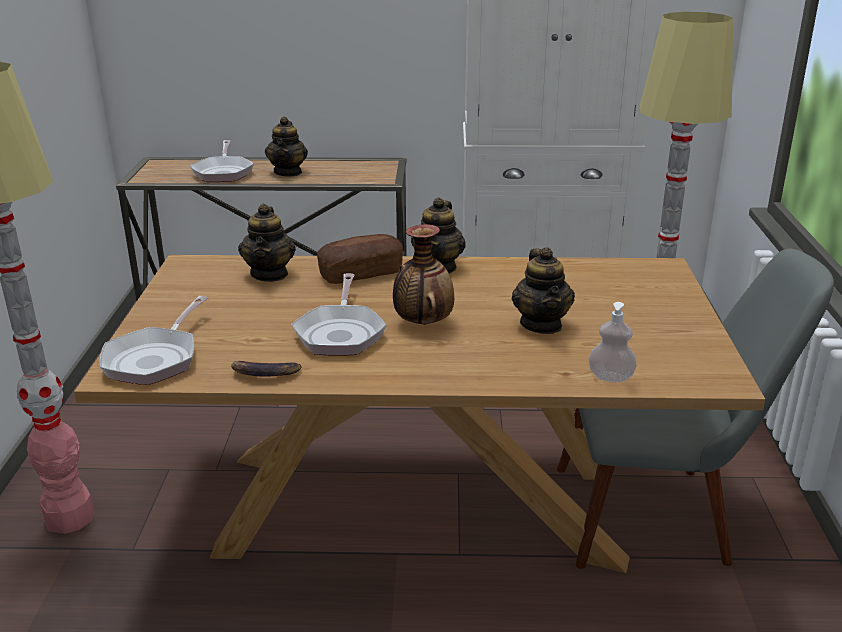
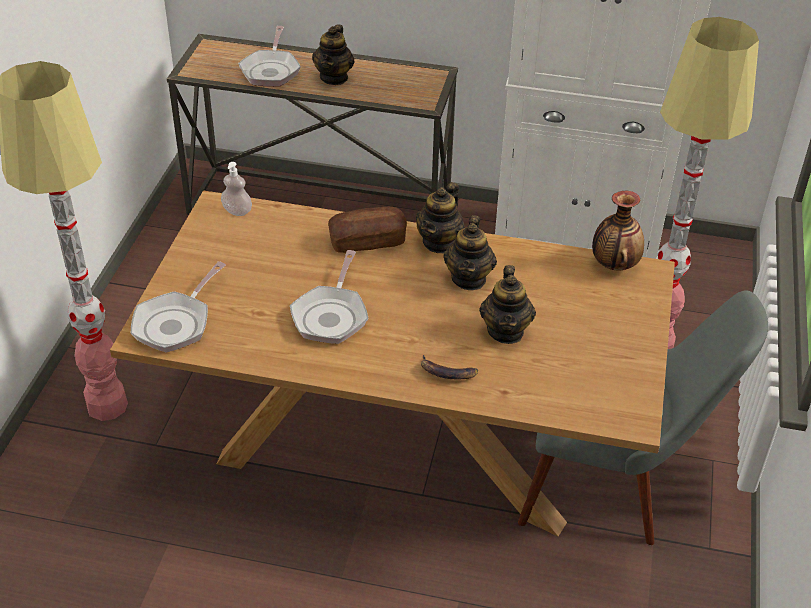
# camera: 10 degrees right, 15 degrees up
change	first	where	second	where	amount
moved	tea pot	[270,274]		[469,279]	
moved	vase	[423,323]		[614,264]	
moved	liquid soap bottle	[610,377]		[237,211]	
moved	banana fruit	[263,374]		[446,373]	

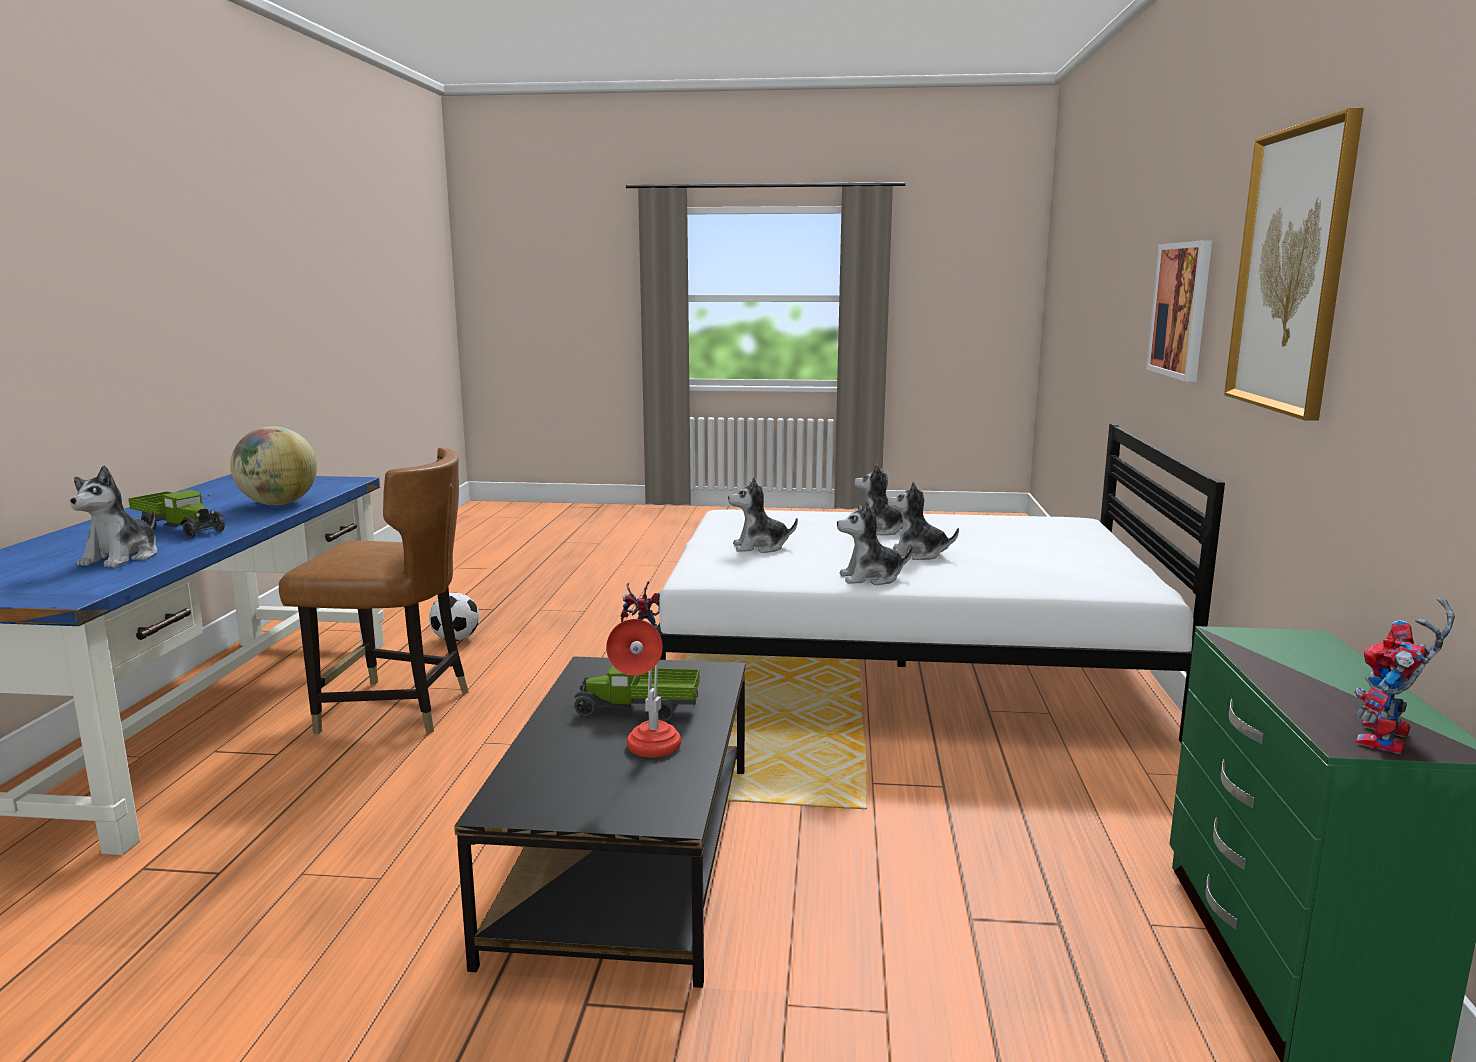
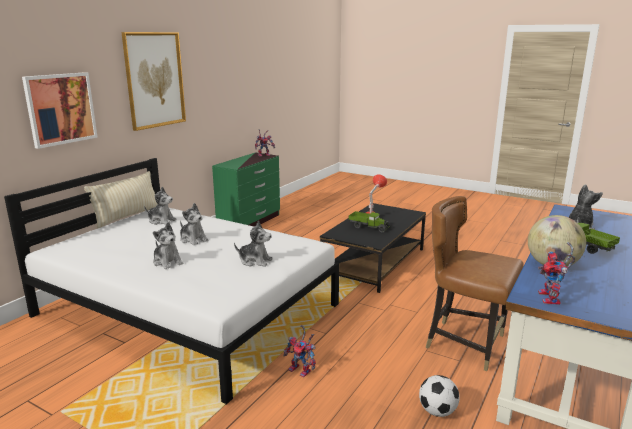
# camera: 155 degrees left, 5 degrees up
change	first	where	second	where	amount
moved	plush toy	[871,578]		[161,221]	
added			beige-coloured cushion	[128,217]	
added			toy robot	[552,299]	

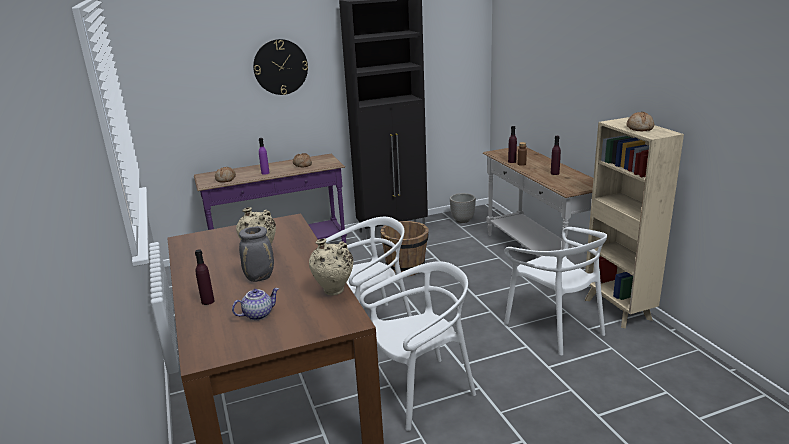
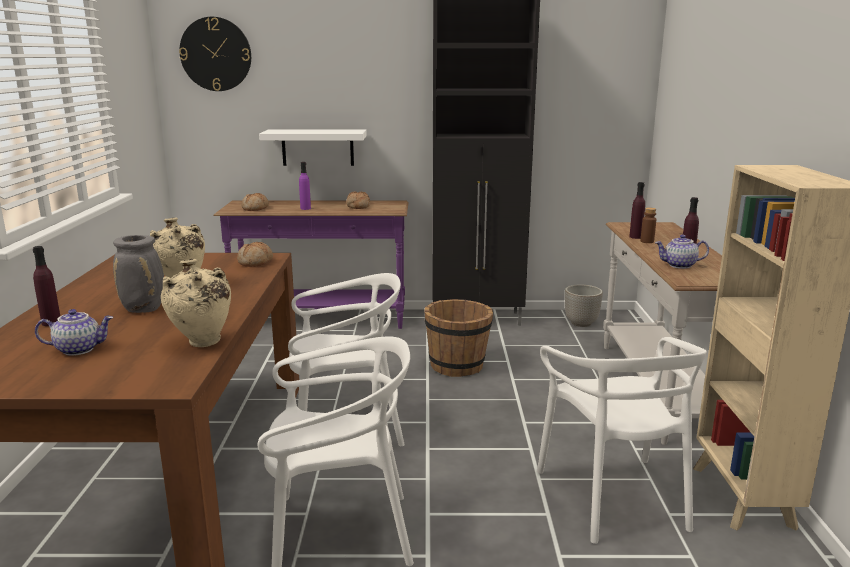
# camera: 20 degrees right, 5 degrees down
change	first	where	second	where	amount
moved	hanging clock	[280,67]		[216,54]	
moved	bread	[640,128]		[256,262]	
added			whitish shelf	[317,147]	
added			tea pot	[679,265]	

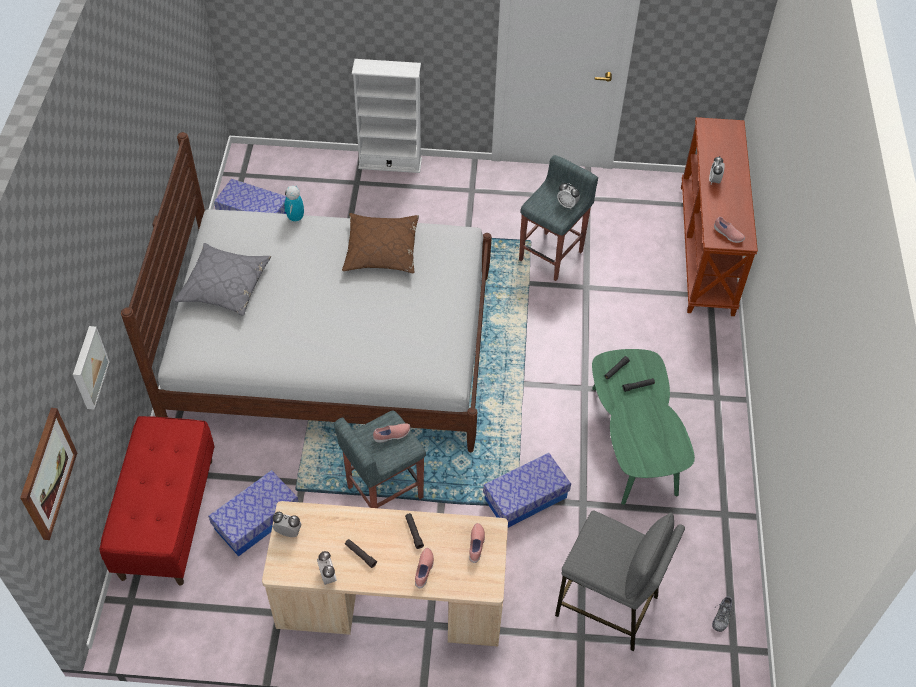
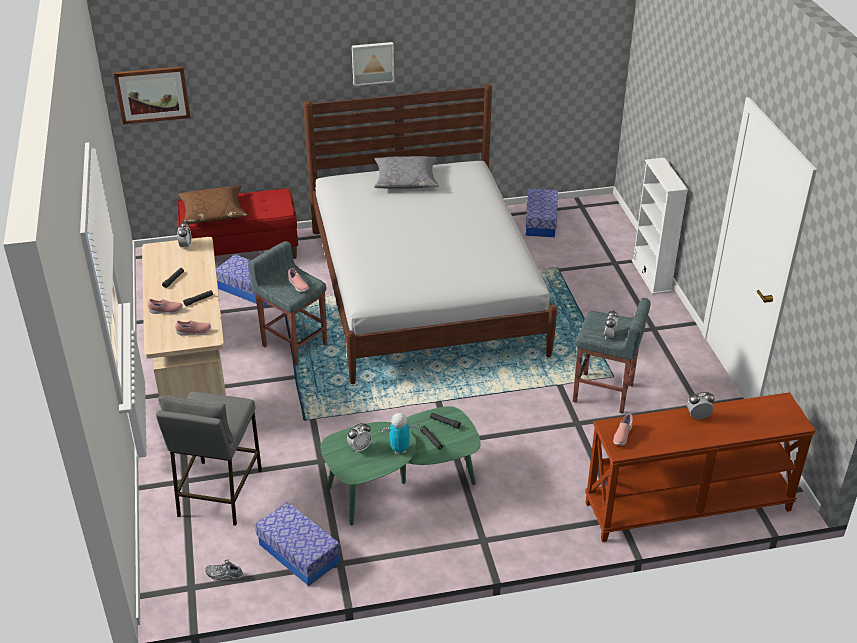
# camera: 75 degrees right, 15 degrees down
change	first	where	second	where	amount
moved	toy robot	[295,218]		[399,449]	
moved	brownish cushion	[381,250]		[213,212]	
moved	wall art	[88,367]		[372,63]	
moved	storage box	[525,498]		[298,553]	
moved	bedside clock	[328,576]		[359,448]	

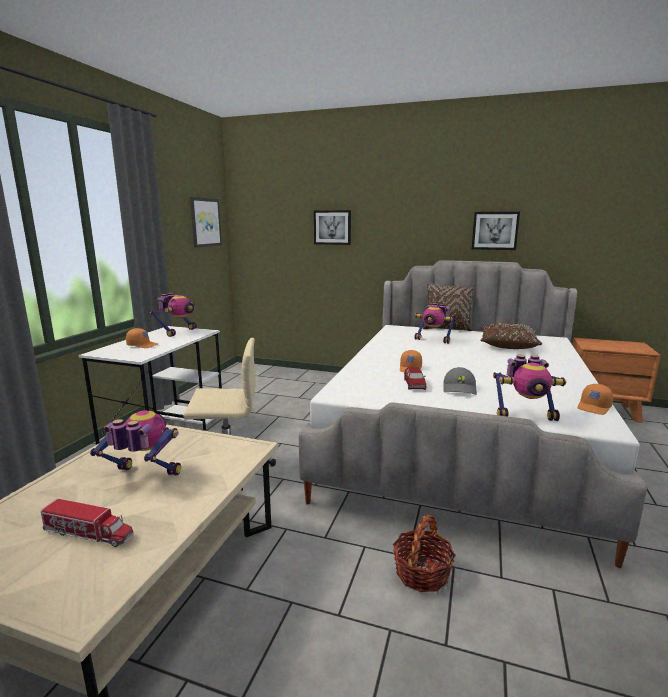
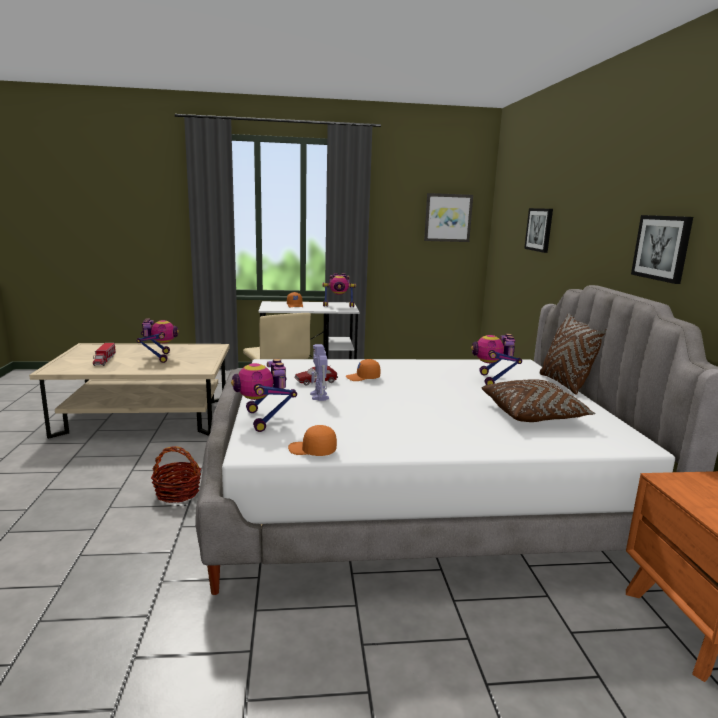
# camera: 65 degrees right, 0 degrees up
change	first	where	second	where	amount
replaced	grey baseball cap	[460,389]	toy robot	[319,396]	

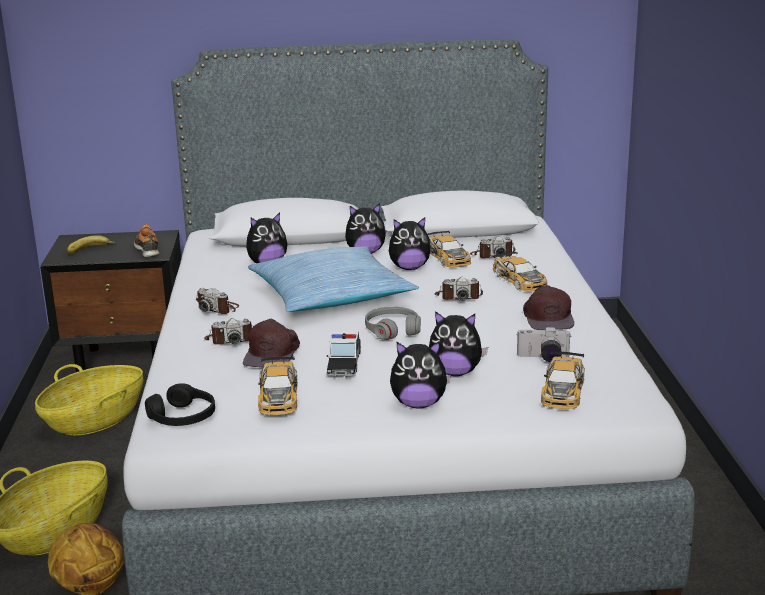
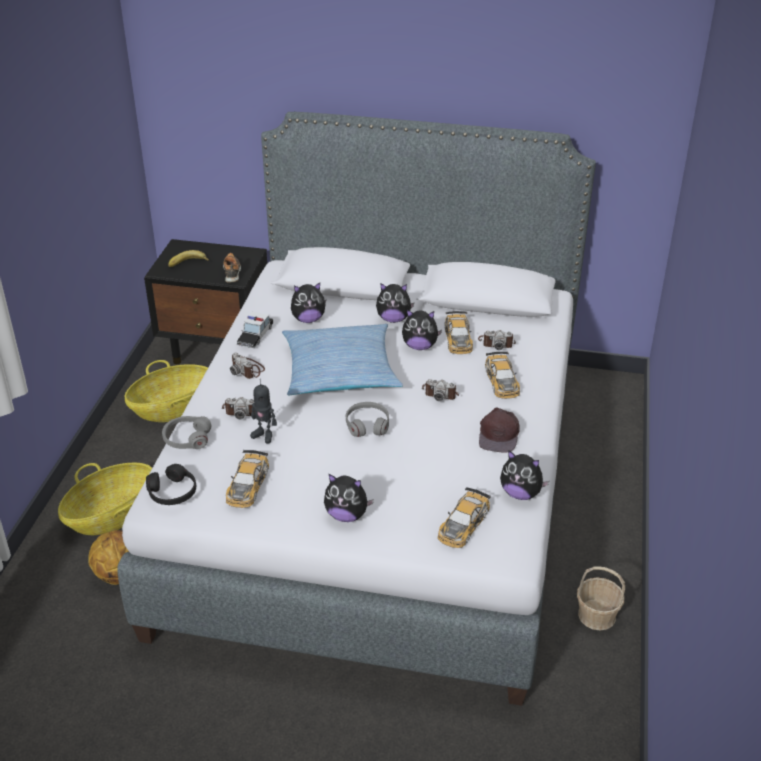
# camera: 15 degrees right, 15 degrees up
change	first	where	second	where	amount
moved	plush toy	[455,372]		[521,493]	
replaced	brownish baseball cap	[273,353]	toy robot	[264,435]	
removed	photo camera	[543,358]			
moved	model car	[344,363]		[255,336]	
added			grey headphones	[187,438]	
added			basket	[596,615]	

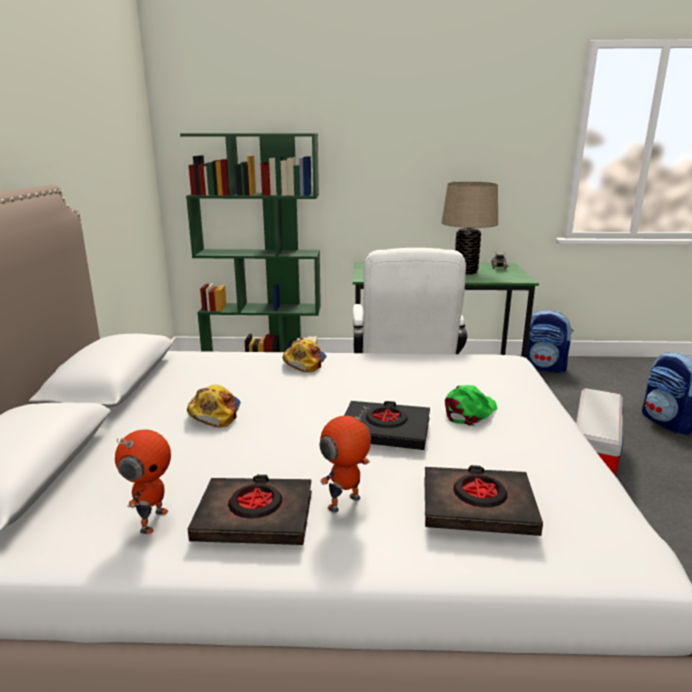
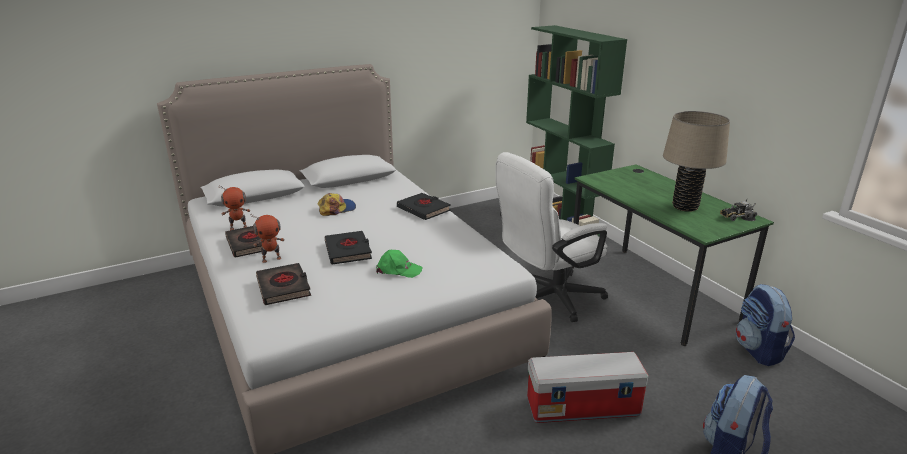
# camera: 60 degrees right, 5 degrees up
change	first	where	second	where	amount
replaced	baseball cap	[304,362]	blackish bound book	[423,209]	
turned	toy robot	[345,504]		[271,259]	135 degrees clockwise

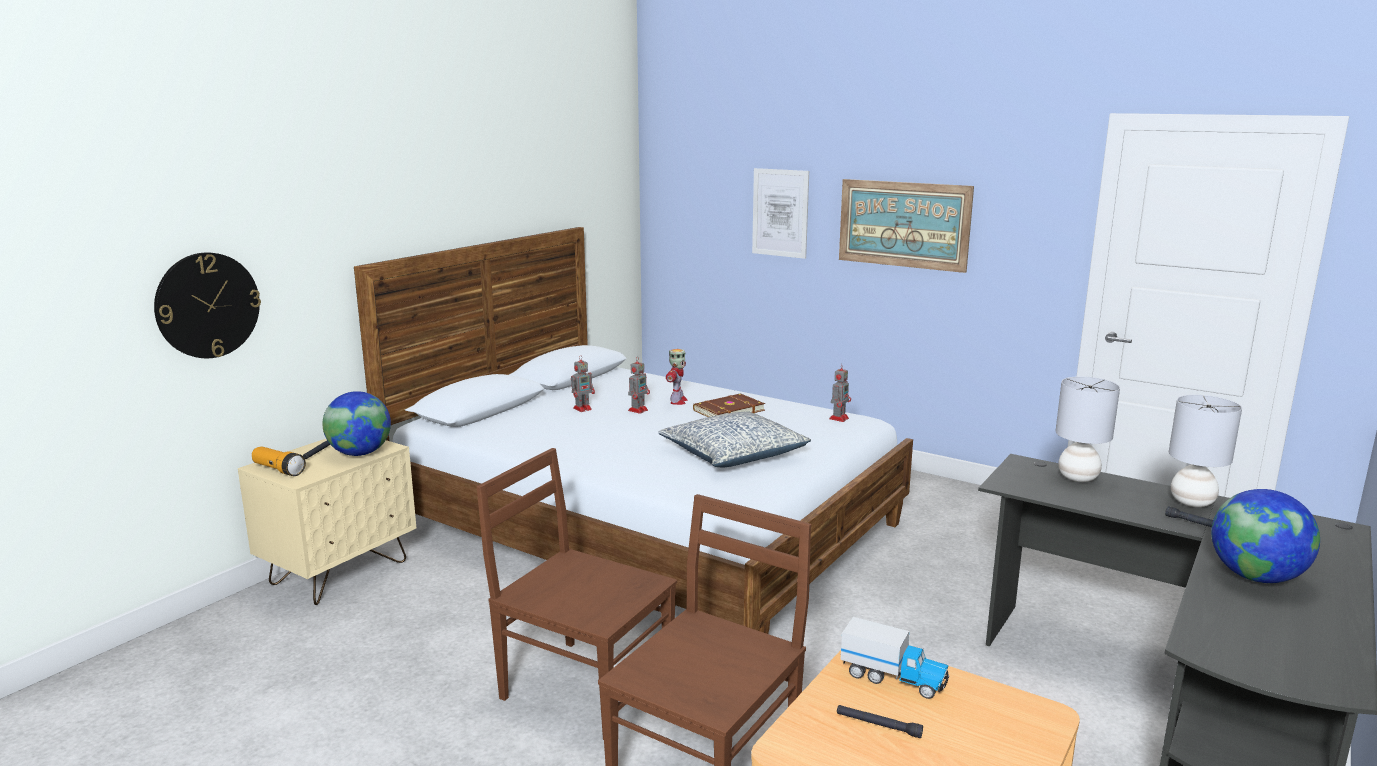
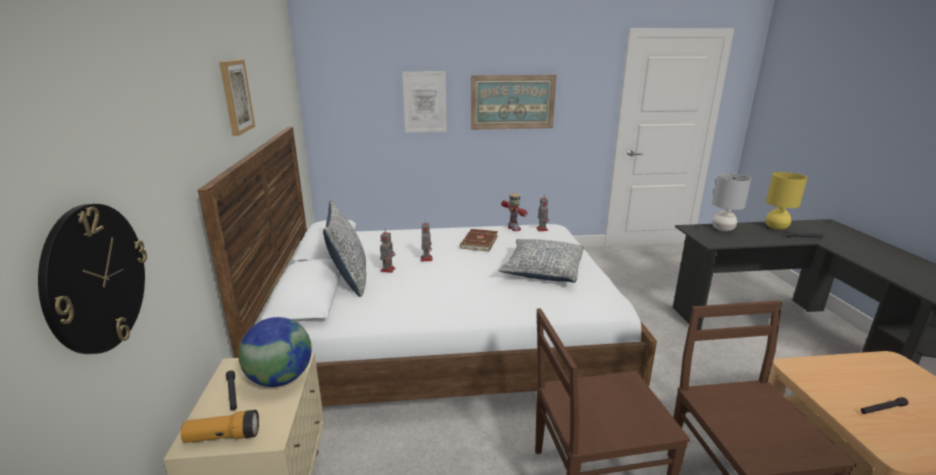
# camera: 40 degrees left, 5 degrees up
change	first	where	second	where	amount
moved	toy robot	[677,401]		[514,229]	
recoloured	grey table lamp	[1192,502]	yellowish table lamp	[776,227]	
removed	globe	[1256,577]			
removed	toy truck	[893,678]			
added			wall art	[235,96]	
added			cushion	[349,279]	

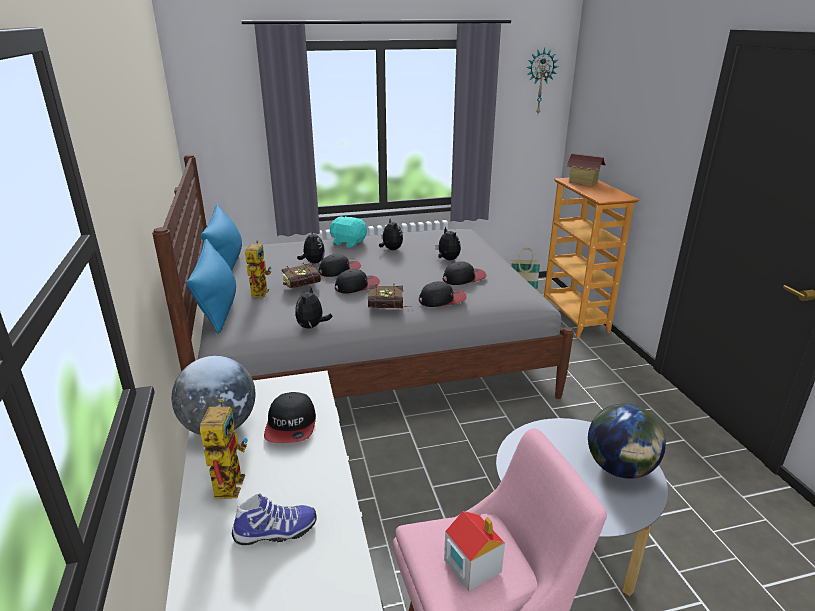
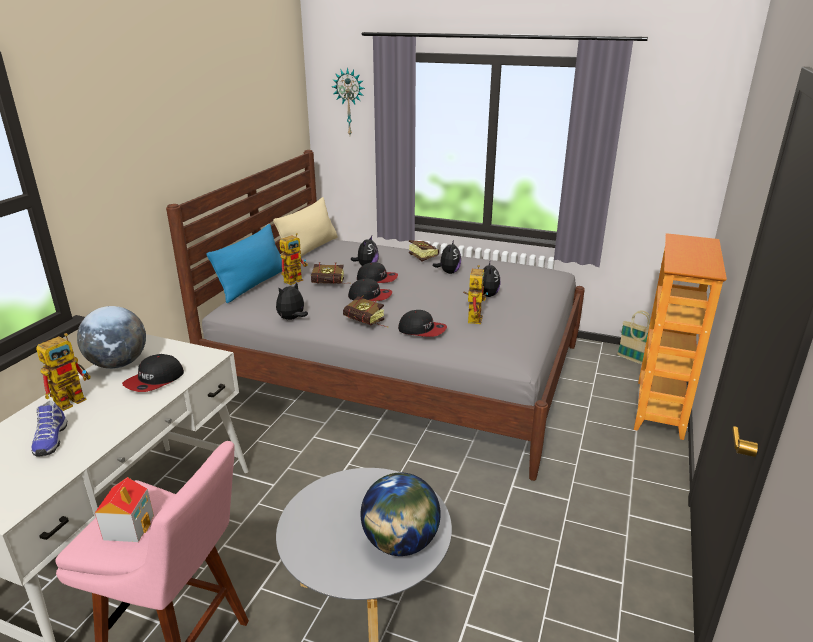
# camera: 35 degrees right, 0 degrees up
change	first	where	second	where	amount
moved	hanging clock	[539,82]		[349,102]	
removed	miniature house	[583,182]			
recoloured	blue cushion	[226,261]	beige-coloured cushion	[309,249]	
replaced	turquoise-coloured plush toy	[348,243]	bound book	[421,257]	
replaced	baseball cap	[464,278]	toy robot	[473,317]	
turned	item of footwear	[275,532]		[50,440]	60 degrees clockwise

